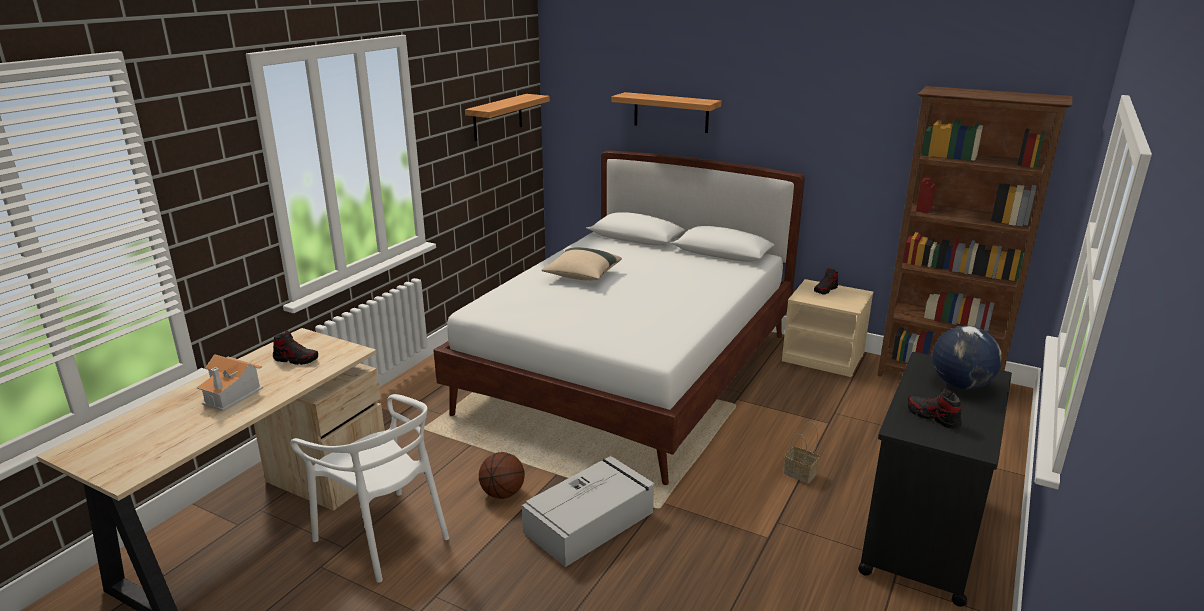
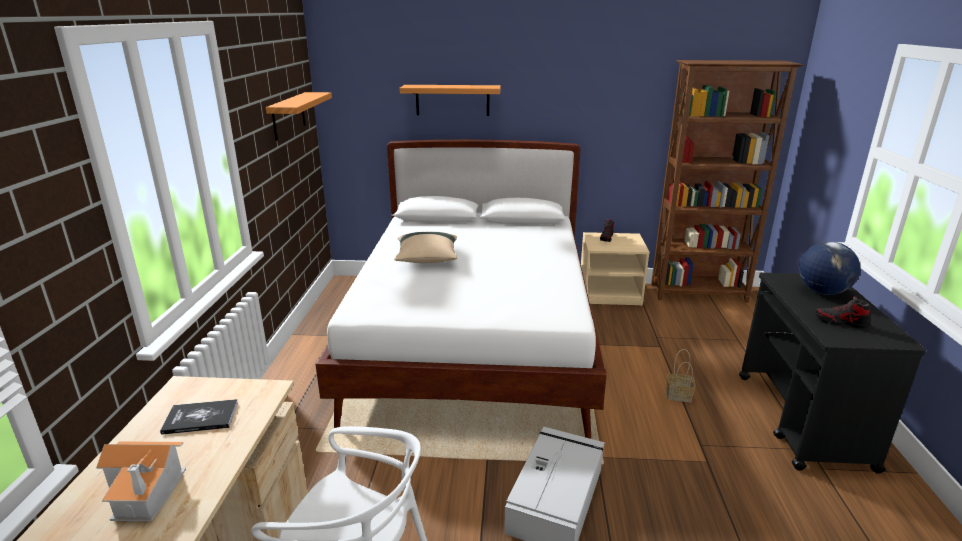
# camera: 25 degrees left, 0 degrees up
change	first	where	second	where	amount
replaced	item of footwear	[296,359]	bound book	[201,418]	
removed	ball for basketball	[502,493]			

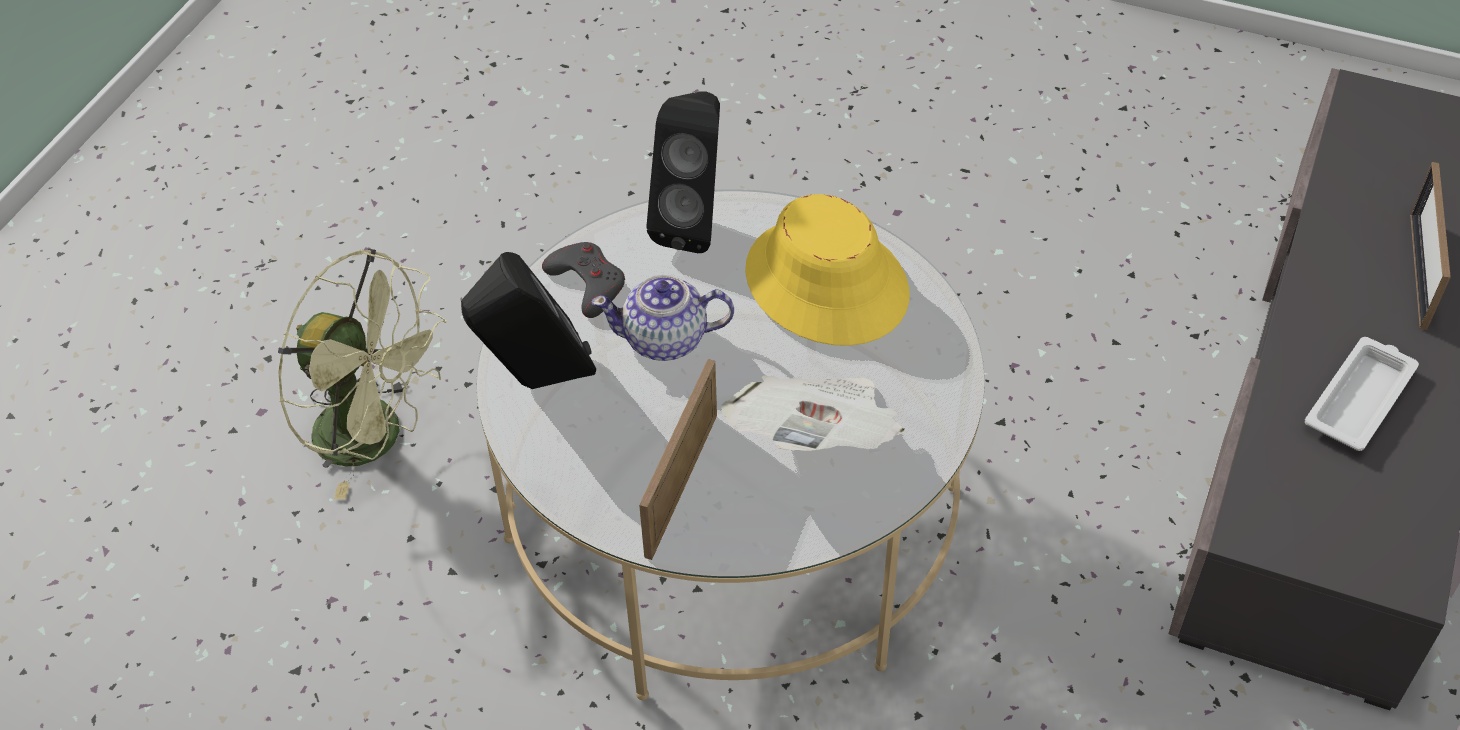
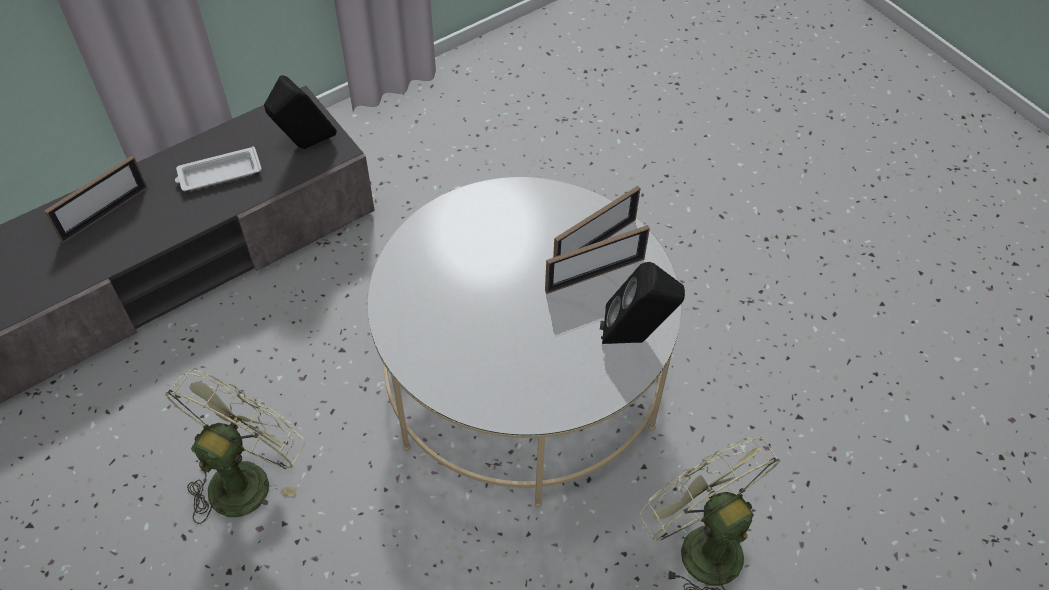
# camera: 150 degrees left, 5 degrees up
change	first	where	second	where	amount
moved	blackish speaker	[694,223]		[305,146]	
removed	yellowish hat	[825,283]			
removed	grey joypad	[587,283]			
removed	tea pot	[666,340]			
removed	daily paper	[816,440]			
added			picture frame	[595,275]	
added			green cooling fan	[245,476]	

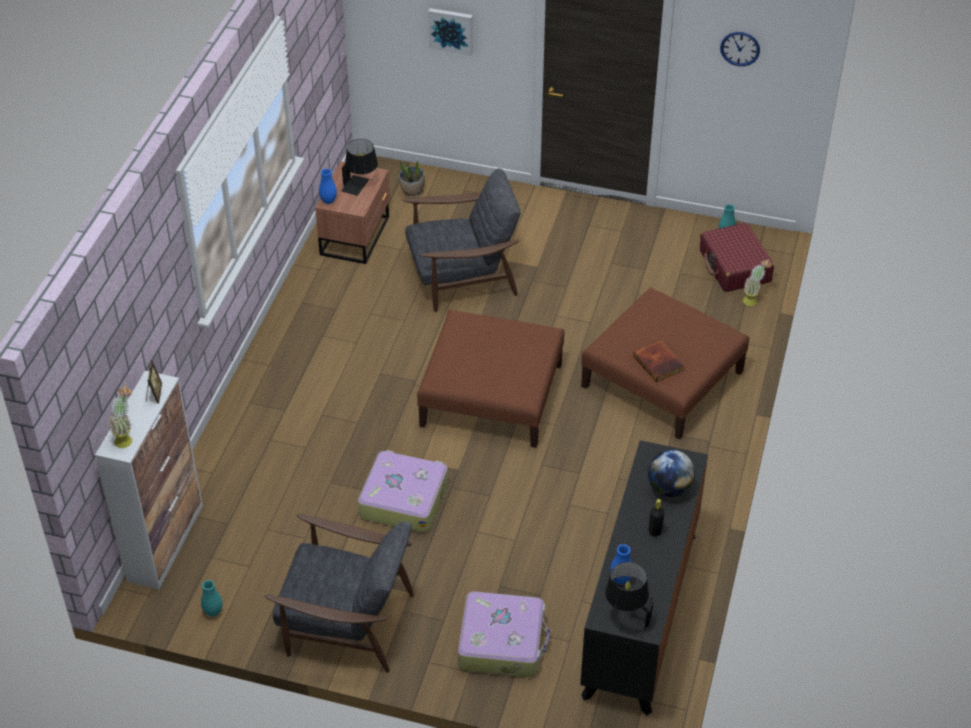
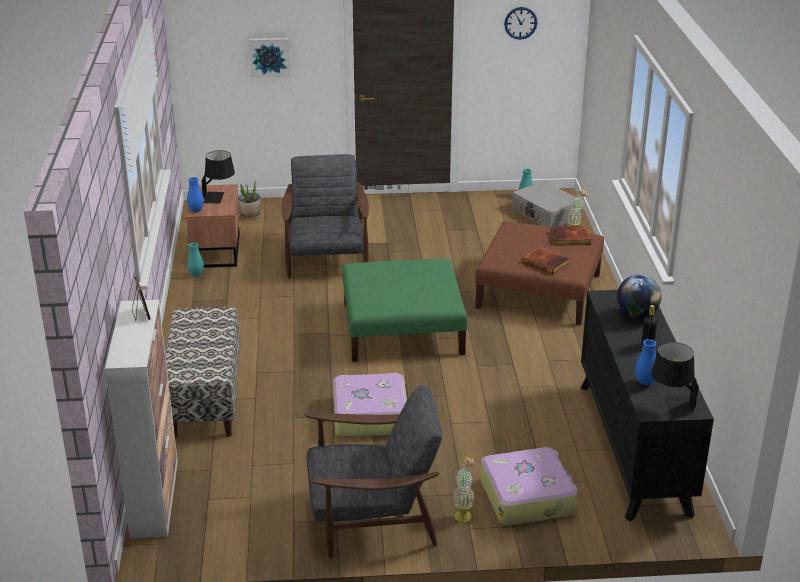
# camera: 20 degrees left, 15 degrees down
change	first	where	second	where	amount
turned	grey lounge chair	[462,277]		[327,259]	60 degrees counterclockwise
recoloured	red travel case	[734,266]	grey travel case	[545,215]	
recoloured	brownish ottoman	[492,395]	green ottoman	[403,328]	
moved	potted plant	[126,438]		[463,513]	
moved	turquoise-coloured vase	[213,612]		[196,275]	
added			bound book	[570,238]	
added			bench	[205,397]	

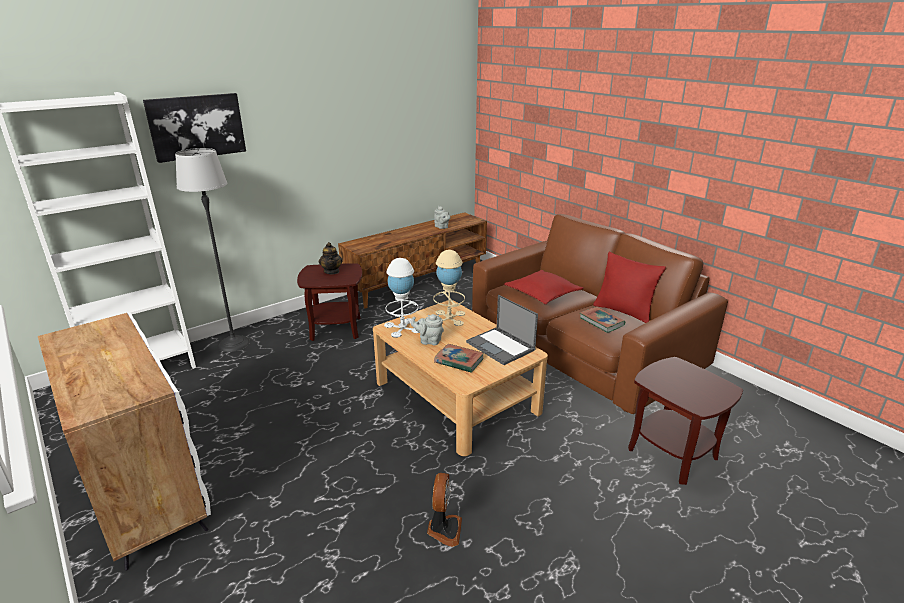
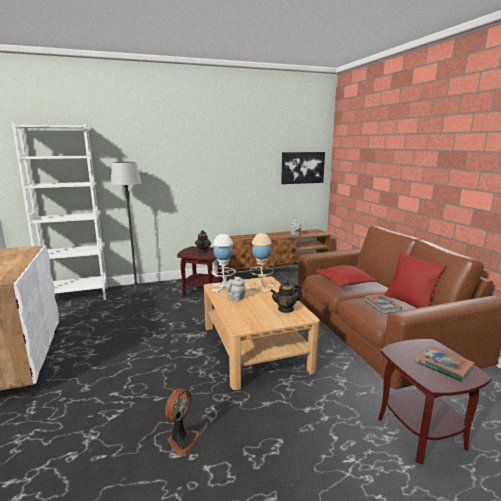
# camera: 20 degrees right, 10 degrees down
change	first	where	second	where	amount
moved	wall art	[196,126]		[302,167]	
replaced	notebook computer	[501,346]	tea pot	[286,309]	
moved	bound book	[459,361]		[443,366]	

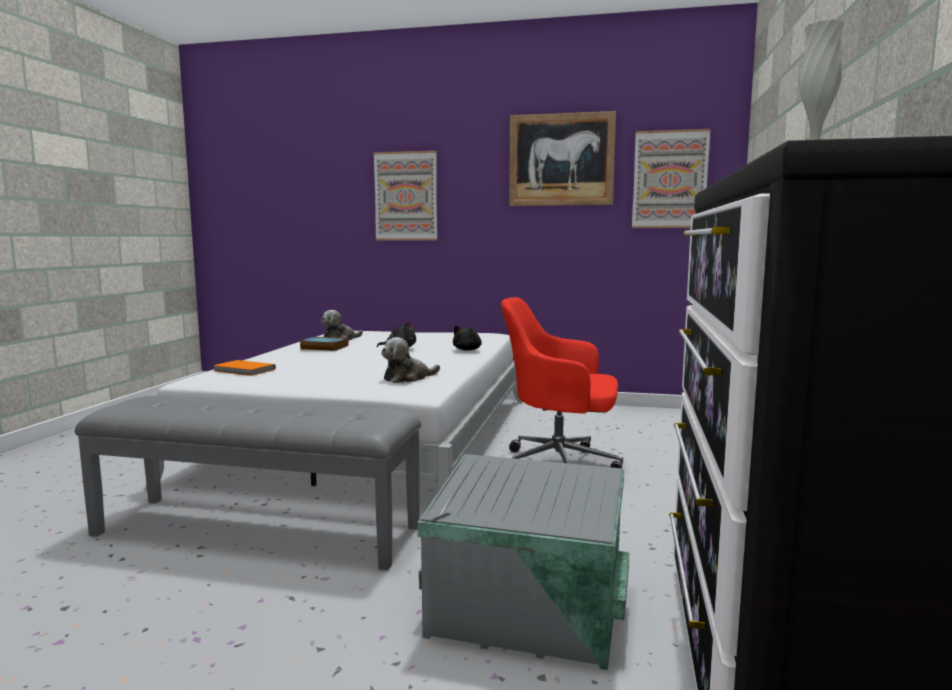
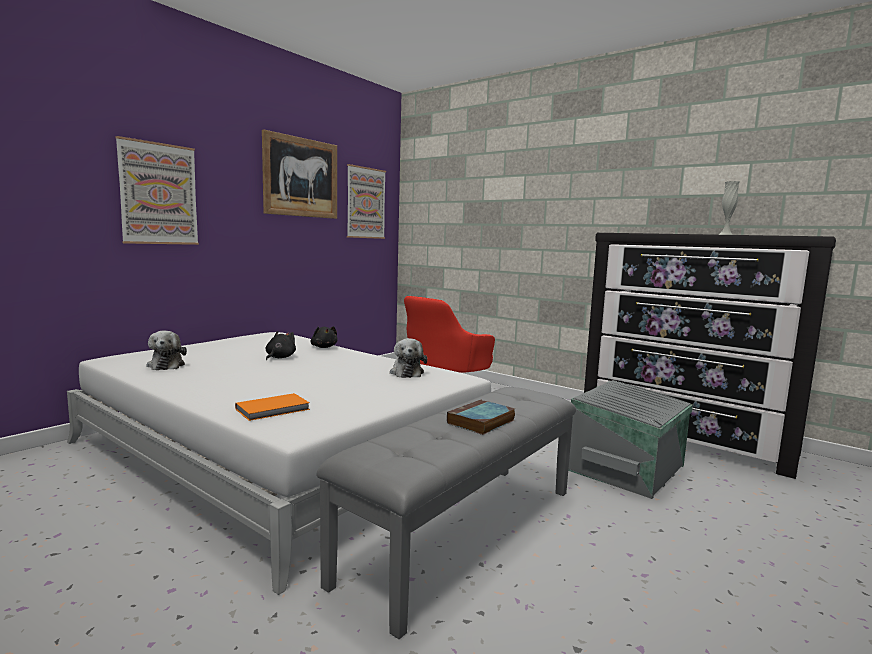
# camera: 65 degrees left, 0 degrees up
change	first	where	second	where	amount
moved	bound book	[323,347]		[481,422]	

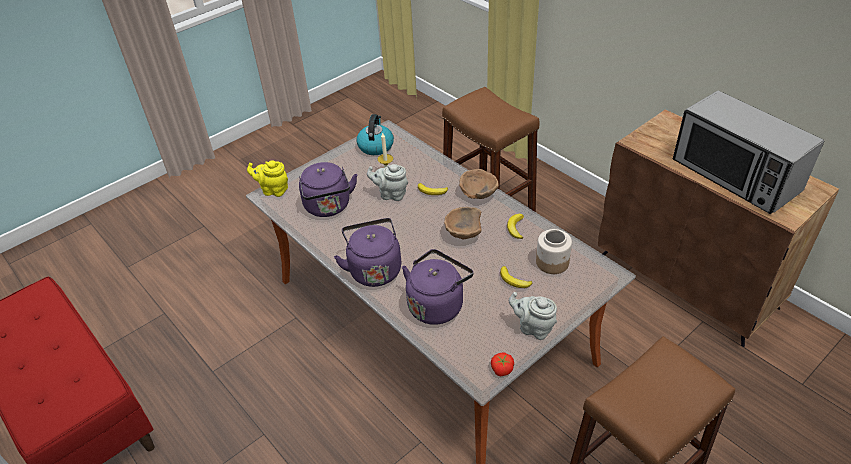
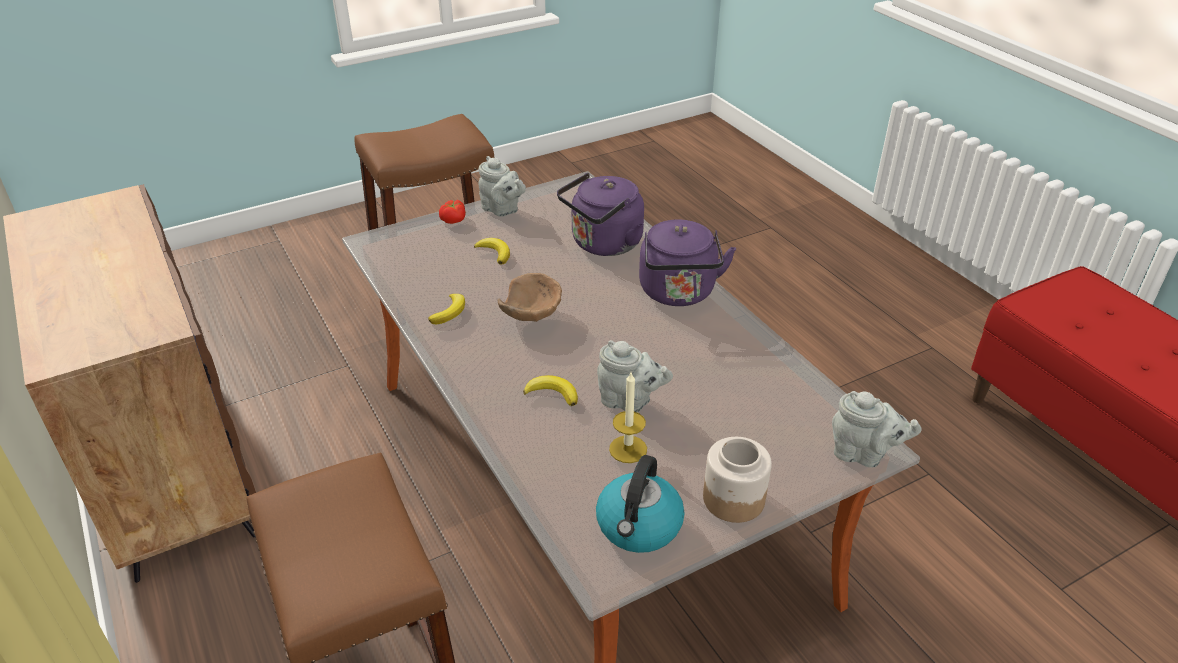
# camera: 170 degrees left, 5 degrees down
change	first	where	second	where	amount
removed	microwave oven	[735,176]			
recoloured	yellowish tea pot	[273,190]	grey tea pot	[863,454]	
removed	purple-coloured water kettle	[328,207]			
removed	brownish bowl	[479,194]			
moved	jar	[552,262]		[732,499]	
moved	fresh tomato	[501,369]		[454,220]	

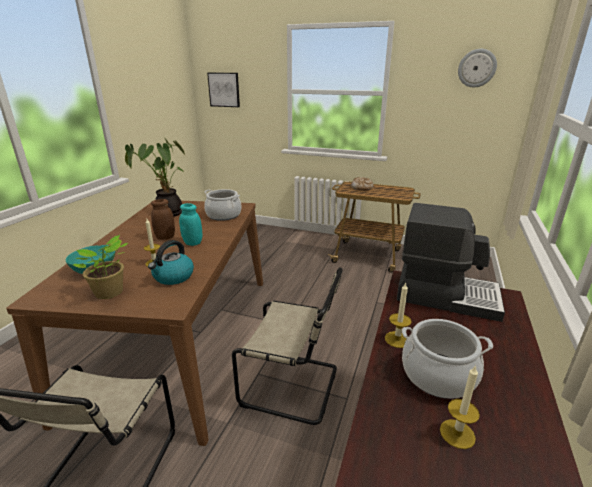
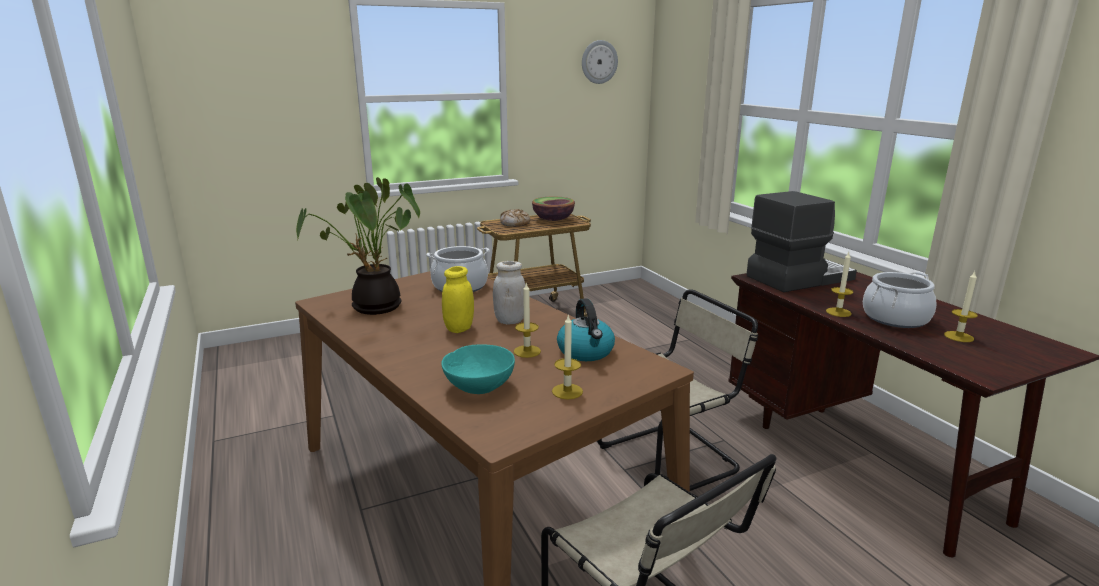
# camera: 45 degrees left, 5 degrees down
change	first	where	second	where	amount
removed	wall art	[224,89]			
recoloured	brownish jar	[165,237]	yellowish jar	[459,328]	
recoloured	turquoise-coloured jar	[193,243]	whitish jar	[510,321]	
replaced	potted plant	[110,293]	candle	[567,391]	
added			bowl	[553,219]	

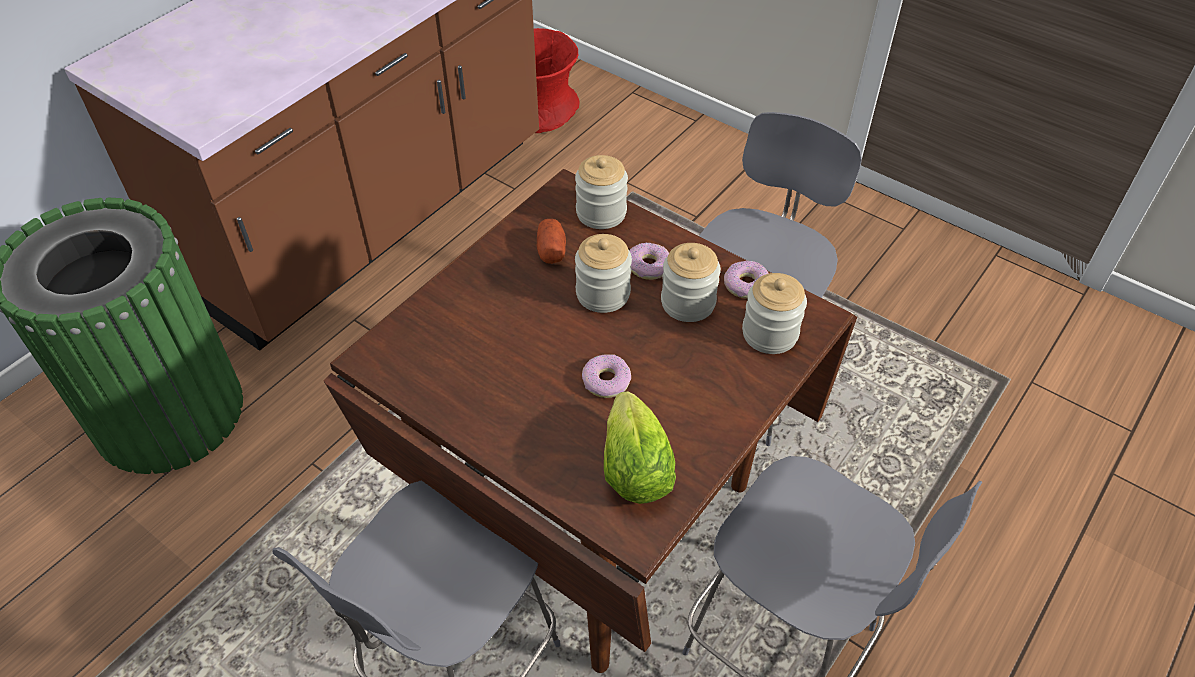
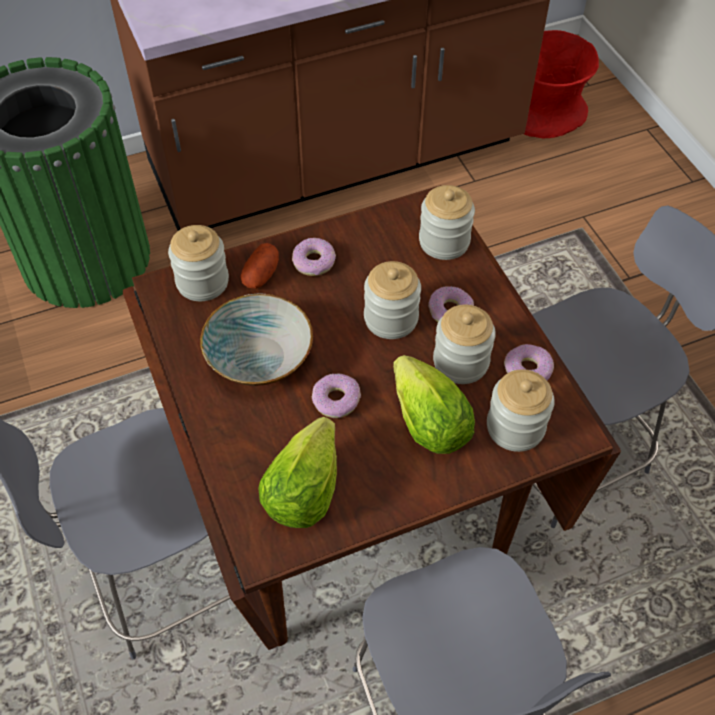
# camera: 30 degrees right, 5 degrees up
change	first	where	second	where	amount
moved	potato	[551,251]		[261,275]	
added			jar	[202,282]	
added			ring doughnut	[314,262]	
added			bowl	[259,356]	
added			head of lettuce	[429,424]	

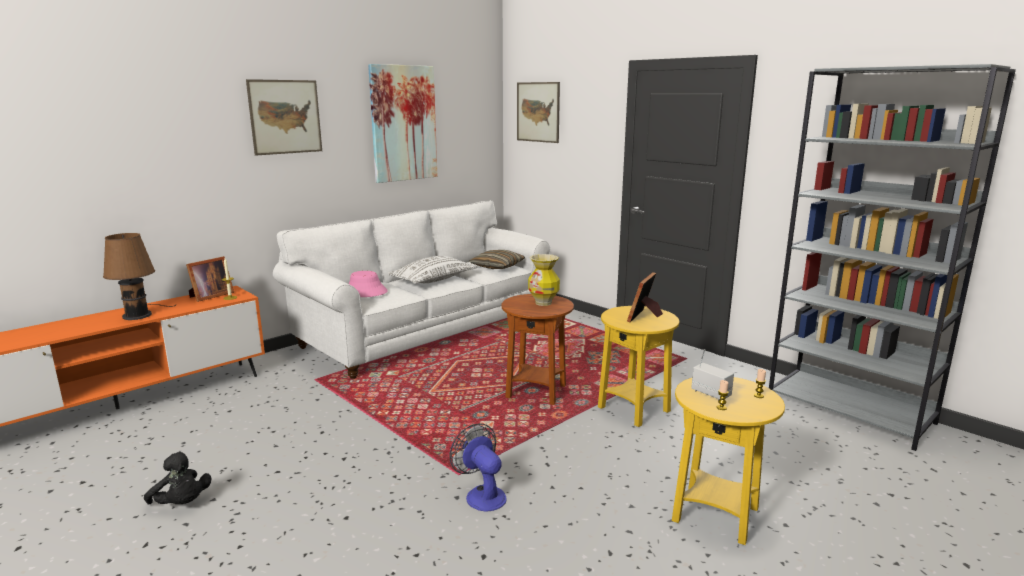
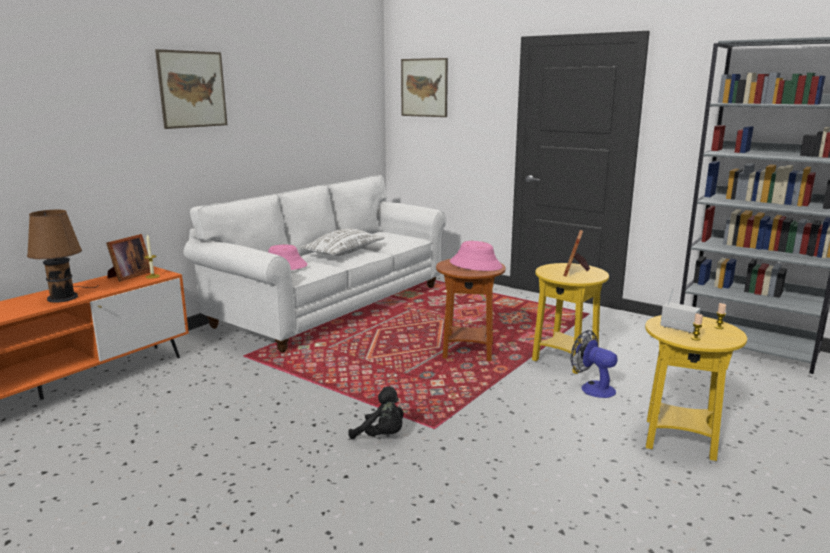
# camera: 10 degrees left, 0 degrees up
change	first	where	second	where	amount
removed	wall art	[403,123]			
removed	cushion	[497,266]			
replaced	vase	[543,303]	pink-coloured hat	[475,265]	
moved	cooling fan	[482,494]		[592,388]	
moved	blackish plush toy	[182,504]		[381,436]	

